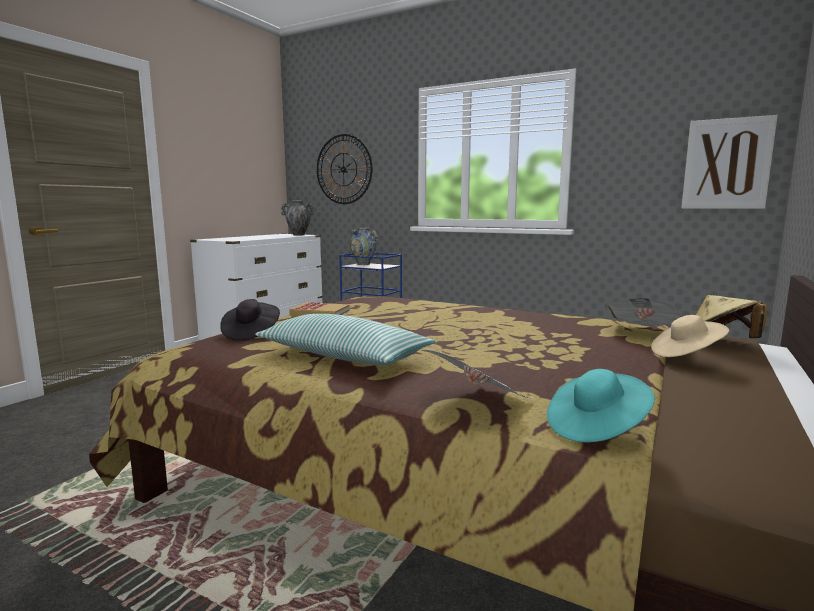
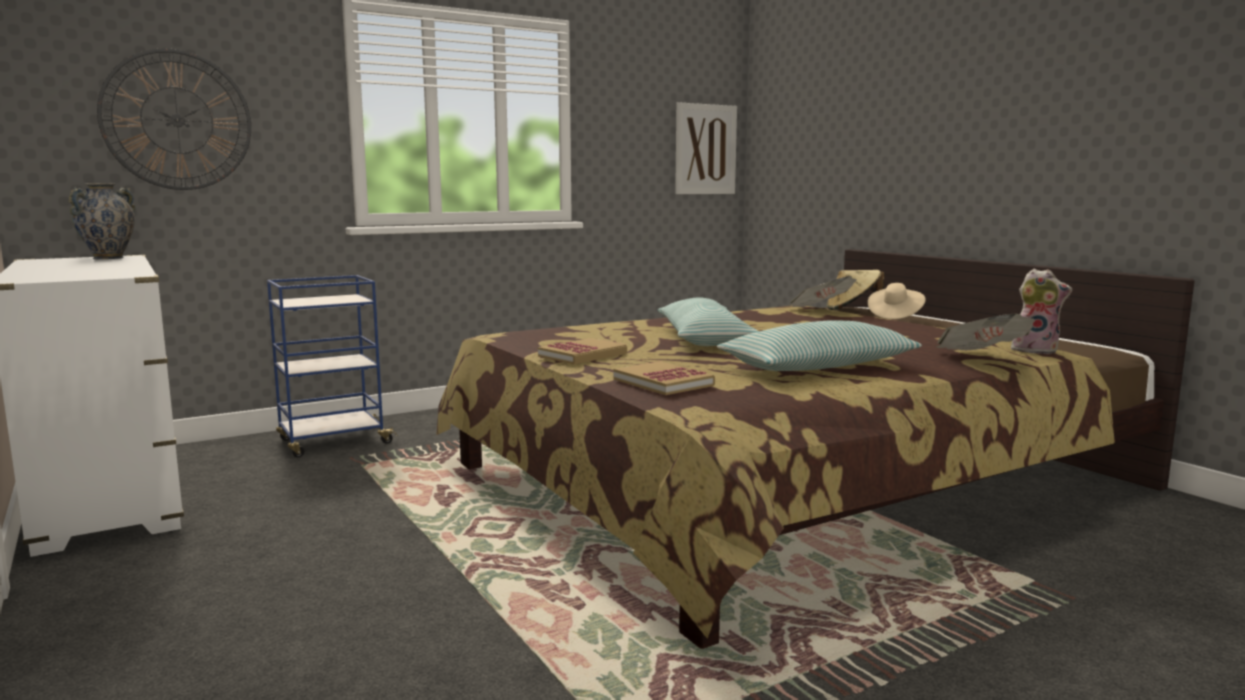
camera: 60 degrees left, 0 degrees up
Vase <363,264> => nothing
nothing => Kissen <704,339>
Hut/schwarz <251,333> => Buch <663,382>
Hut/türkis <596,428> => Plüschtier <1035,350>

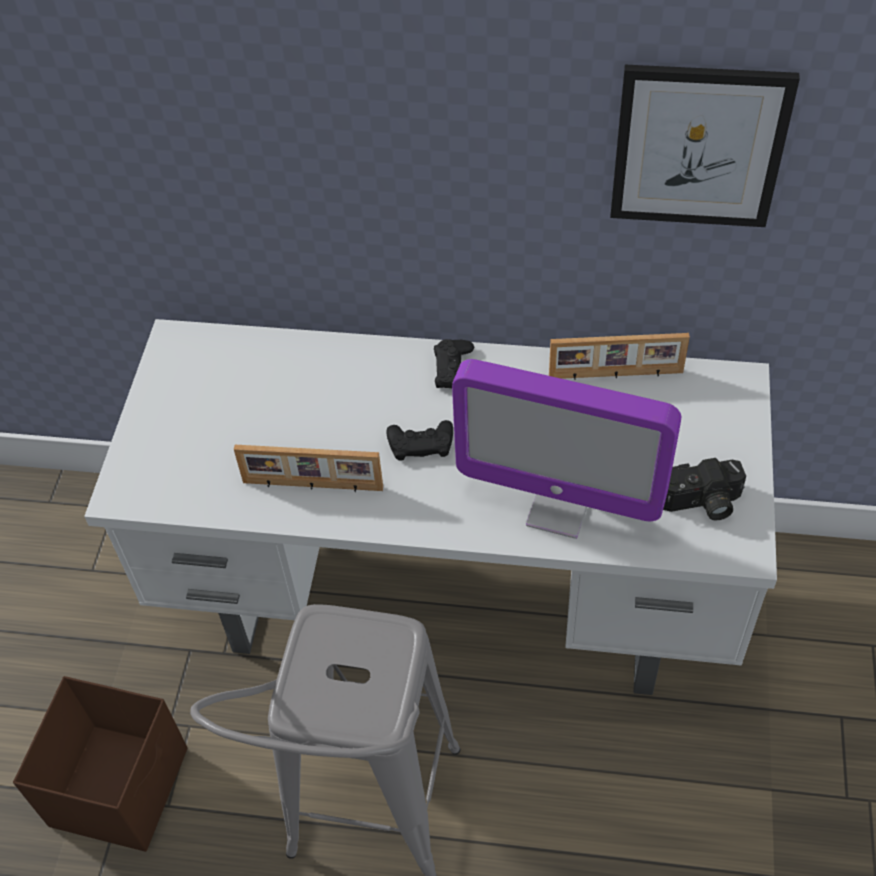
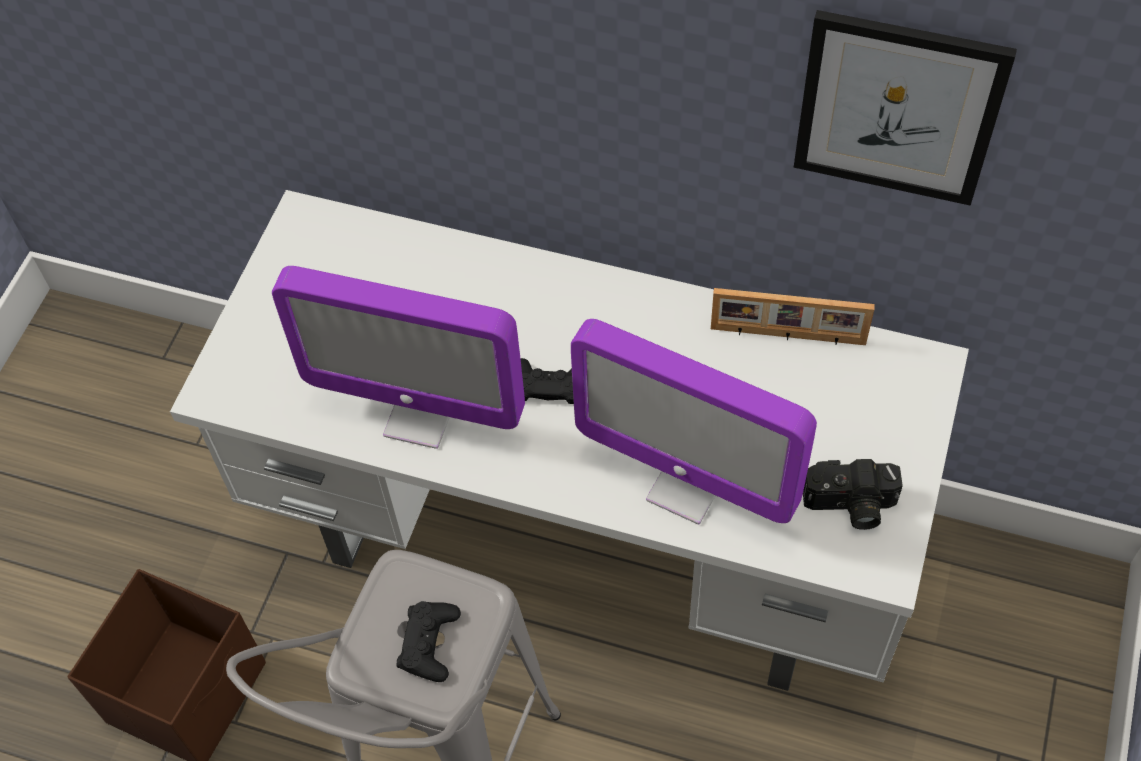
camera: 10 degrees right, 5 degrees up
Gamepad/schwarz <455,370> => Gamepad/schwarz <429,643>, shifted
Bilderrahmen <312,486> => Monitor <420,416>

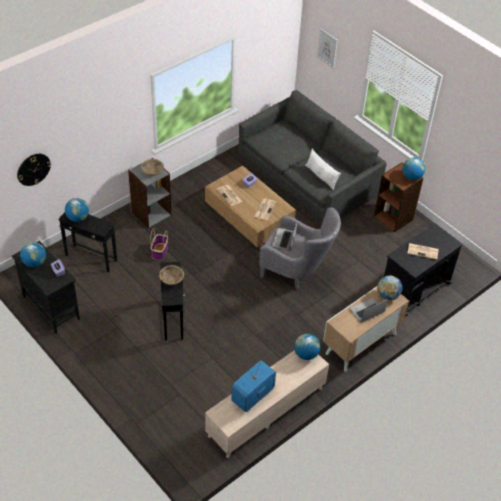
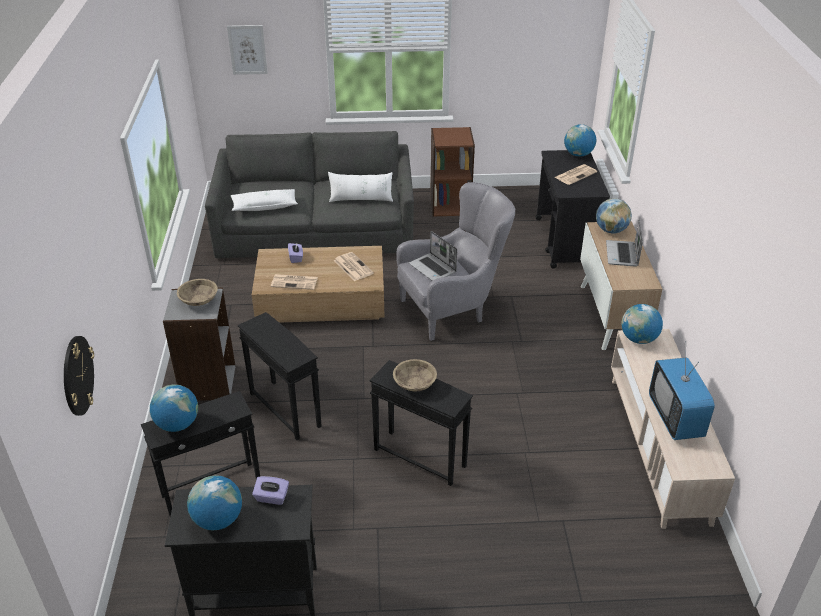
camera: 50 degrees left, 10 degrees down
nothing => Kissen/weiß <264,206>
Globus <411,177> => Globus <578,154>, shifted
Korb <159,251> => Beistelltisch/schwarz <285,409>

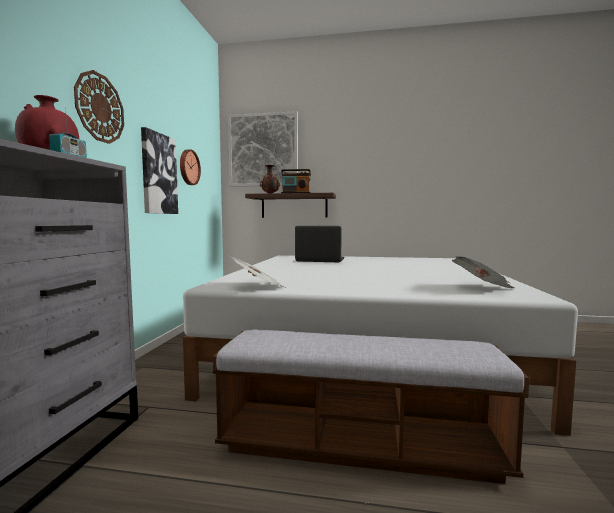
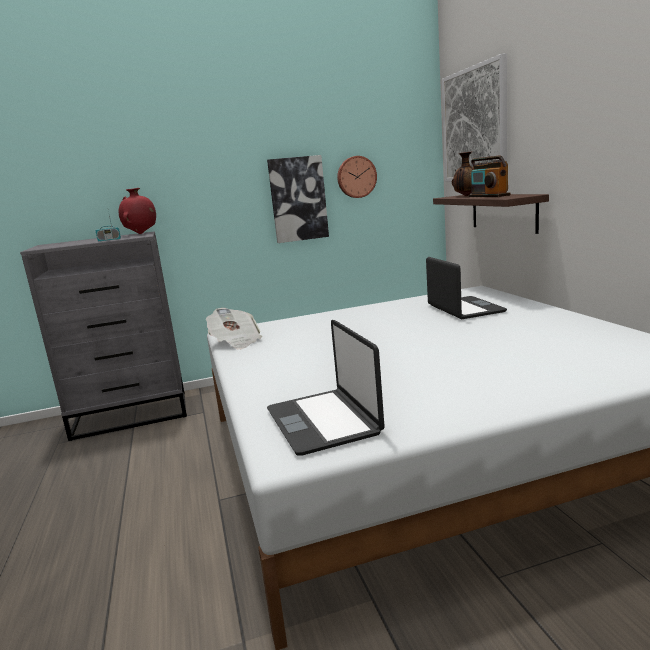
camera: 65 degrees right, 10 degrees up
Wanduhr <99,108> => nothing
Bank <359,445> => nothing
Zeitung <483,288> => Laptop <324,421>

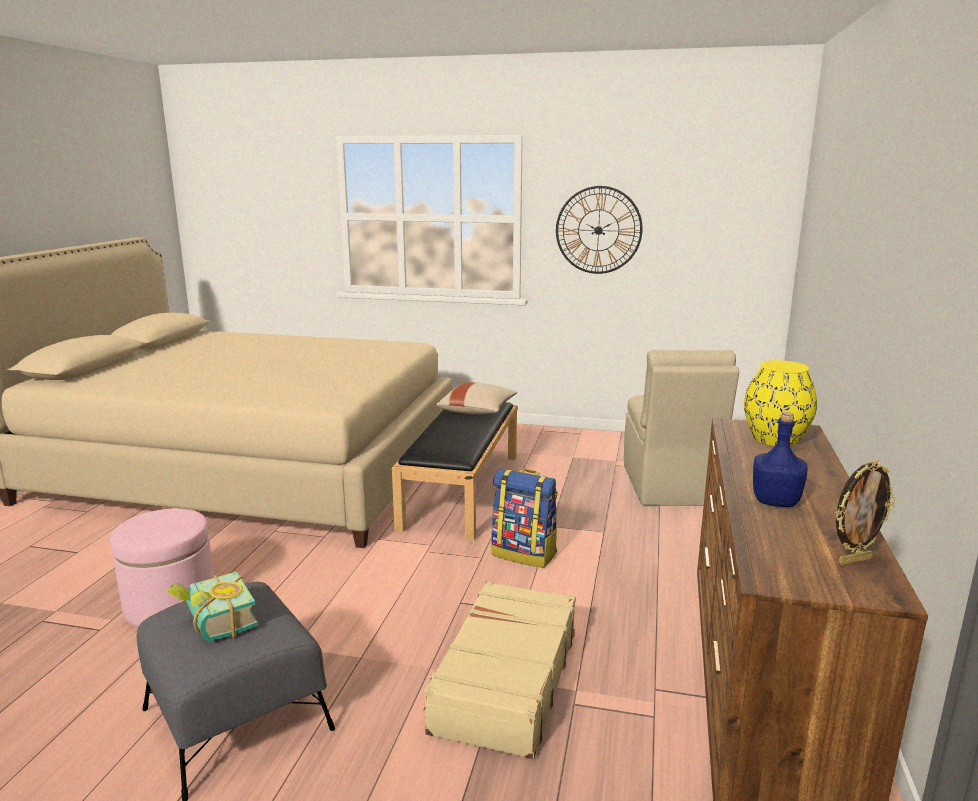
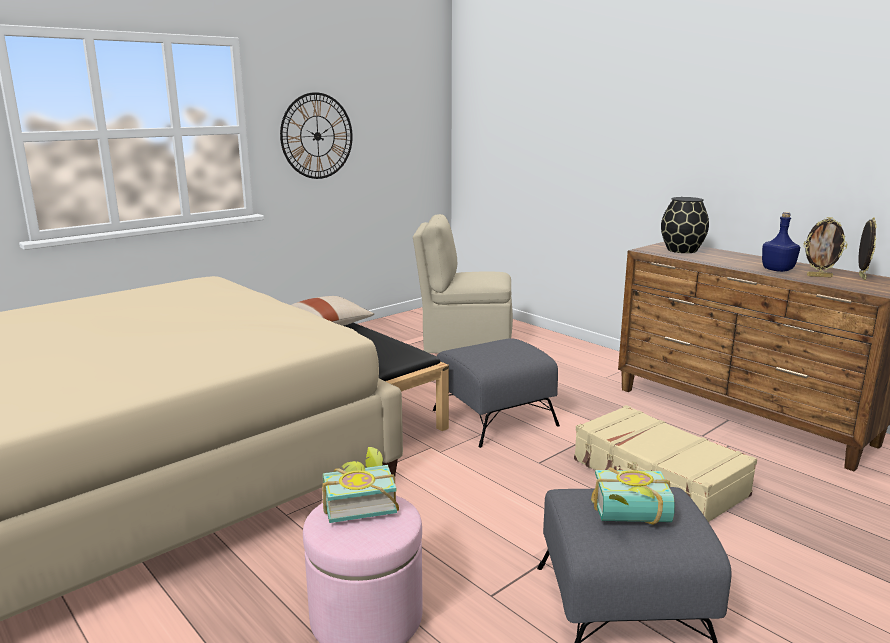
camera: 55 degrees left, 0 degrees up
nothing => Buch <358,503>
nothing => Bilderrahmen <819,276>
Rucksack <525,554> => Polsterhocker/grau <495,417>
Vase/gelb <774,439> => Vase/schwarz <681,250>
Stuhl/beige <669,486> => Stuhl/beige <464,344>, 150 degrees clockwise

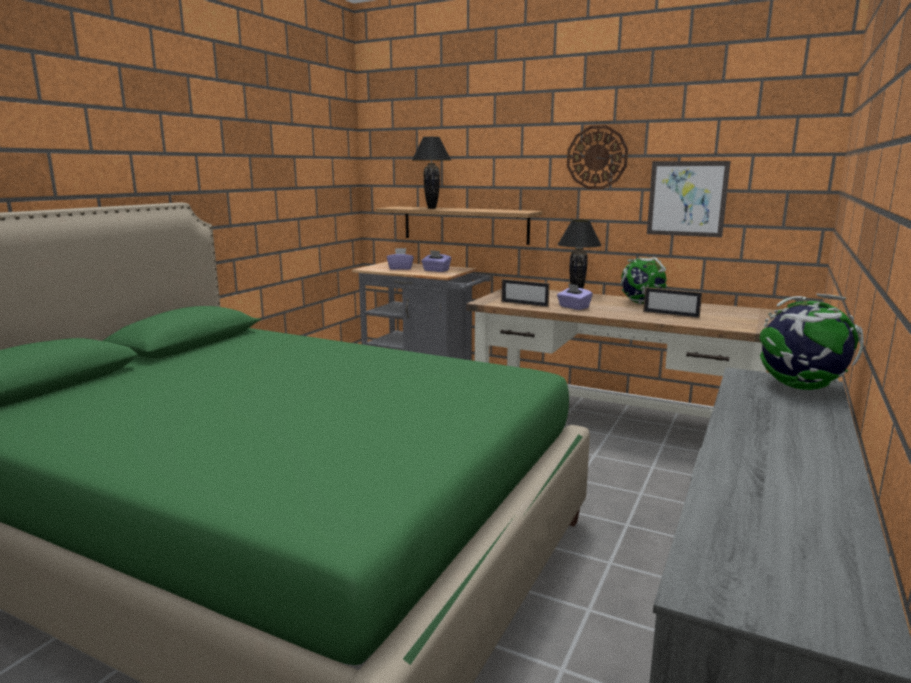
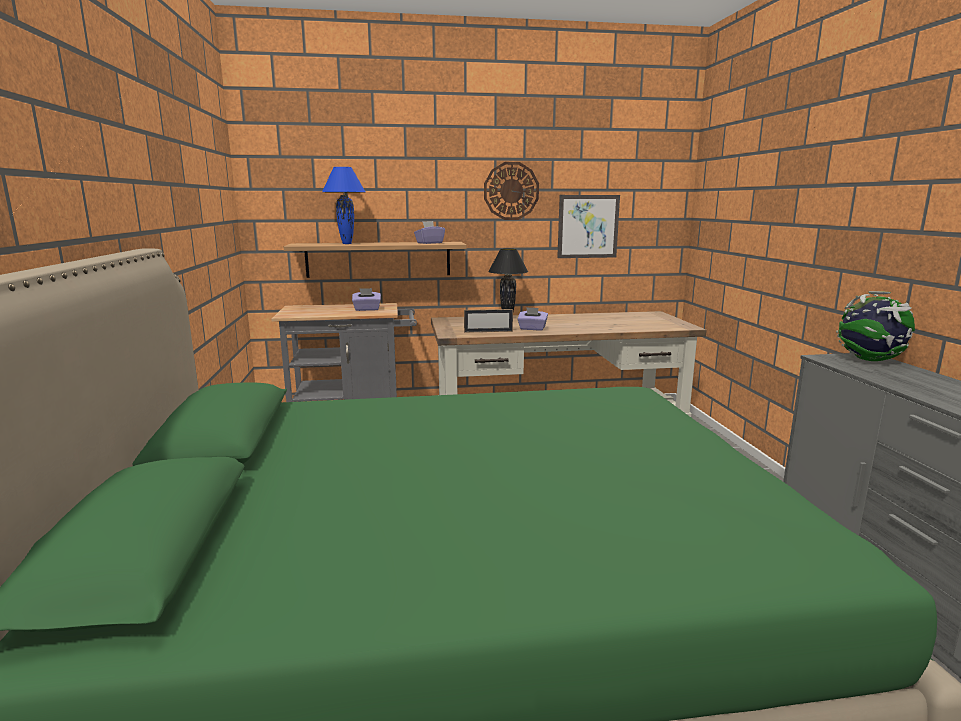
camera: 35 degrees left, 0 degrees up
Globus <641,303> => nothing
Bilderrahmen <670,314> => nothing
Taschentuchbox/lila <400,268> => Taschentuchbox/lila <429,243>, shifted
Tischlampe/schwarz <432,208> => Tischlampe/blau <347,243>

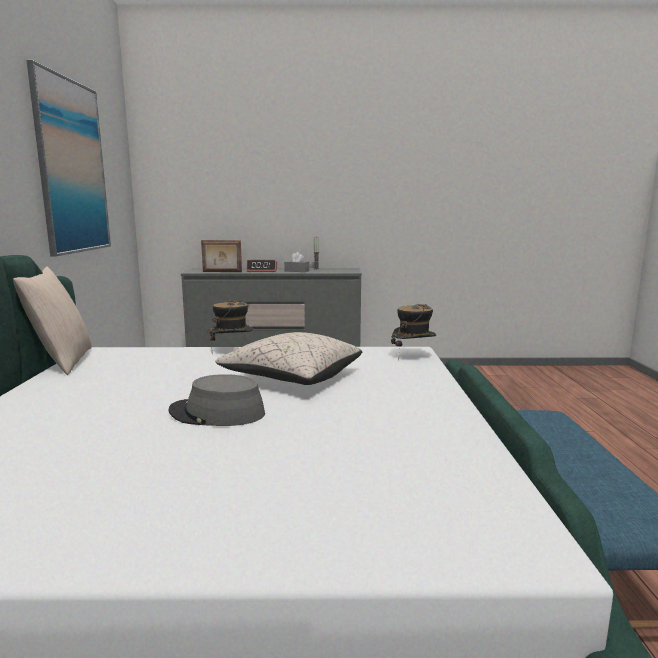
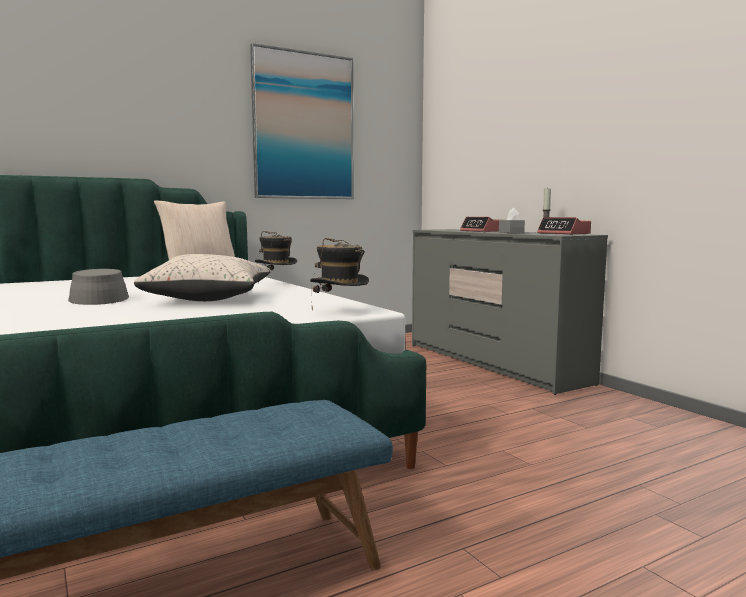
camera: 60 degrees right, 5 degrees down
Bilderrahmen <222,272> => nothing
nothing => Wecker <564,234>

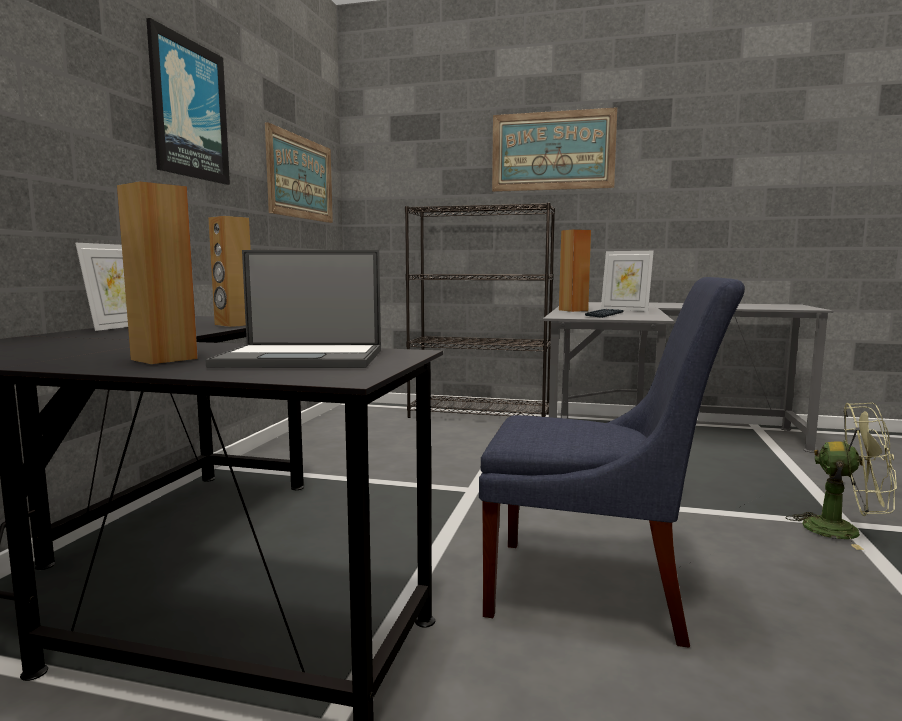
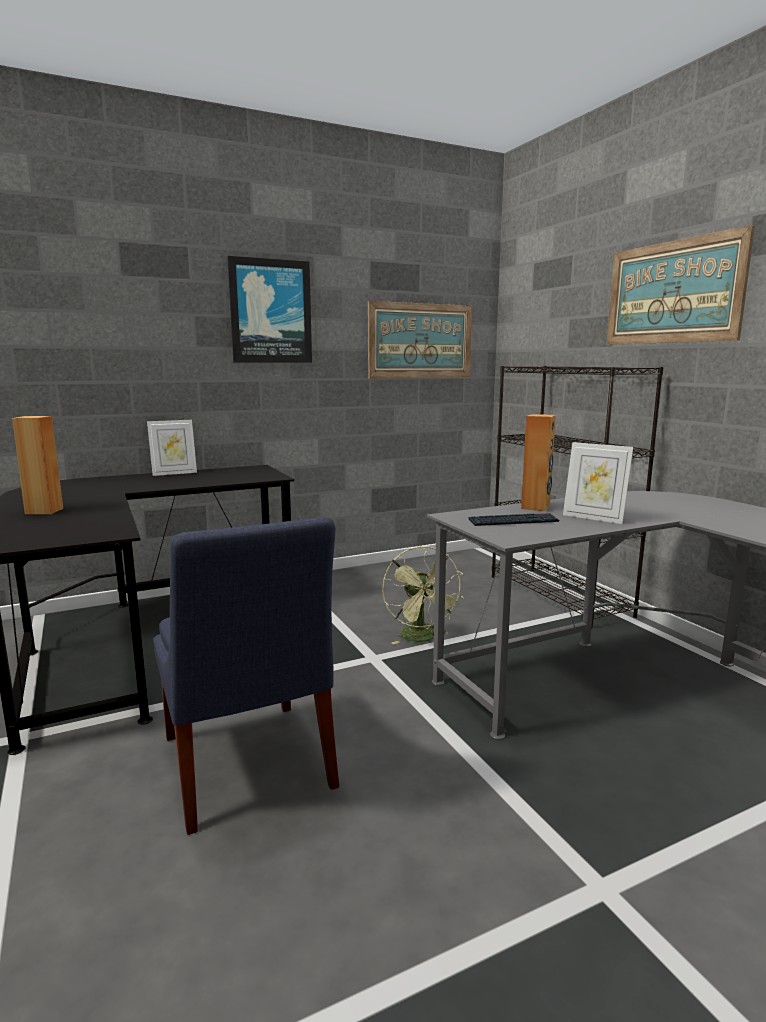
camera: 50 degrees right, 5 degrees up
Laptop <304,358> => nothing
Lautsprecher/braun <234,325> => nothing
Ventilator/grün <844,531> => Ventilator/grün <422,638>, shifted
Bilderrahmen <625,310> => Bilderrahmen <593,518>, 45 degrees counterclockwise

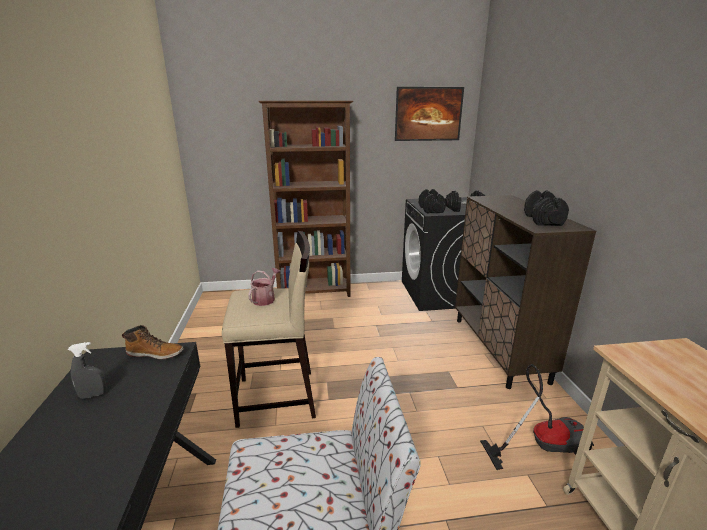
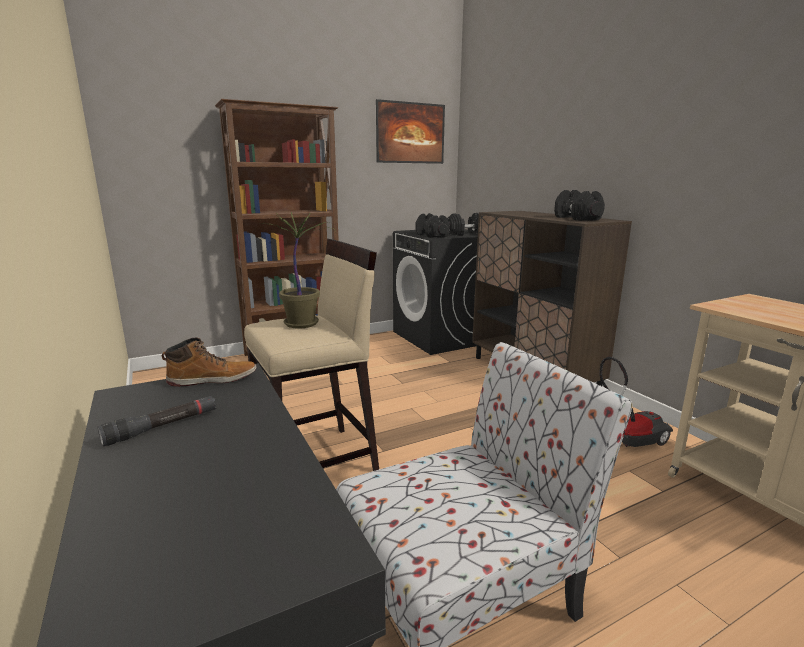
camera: 20 degrees left, 5 degrees down
Sprühflasche/grau <93,395> => Taschenlampe/schwarz <162,427>
Gießkanne <265,299> => Topfpflanze <303,324>

